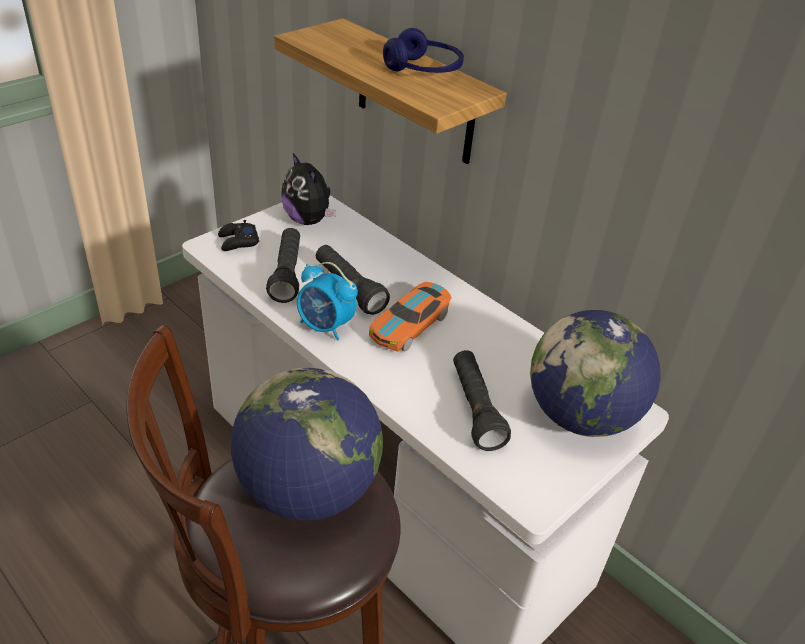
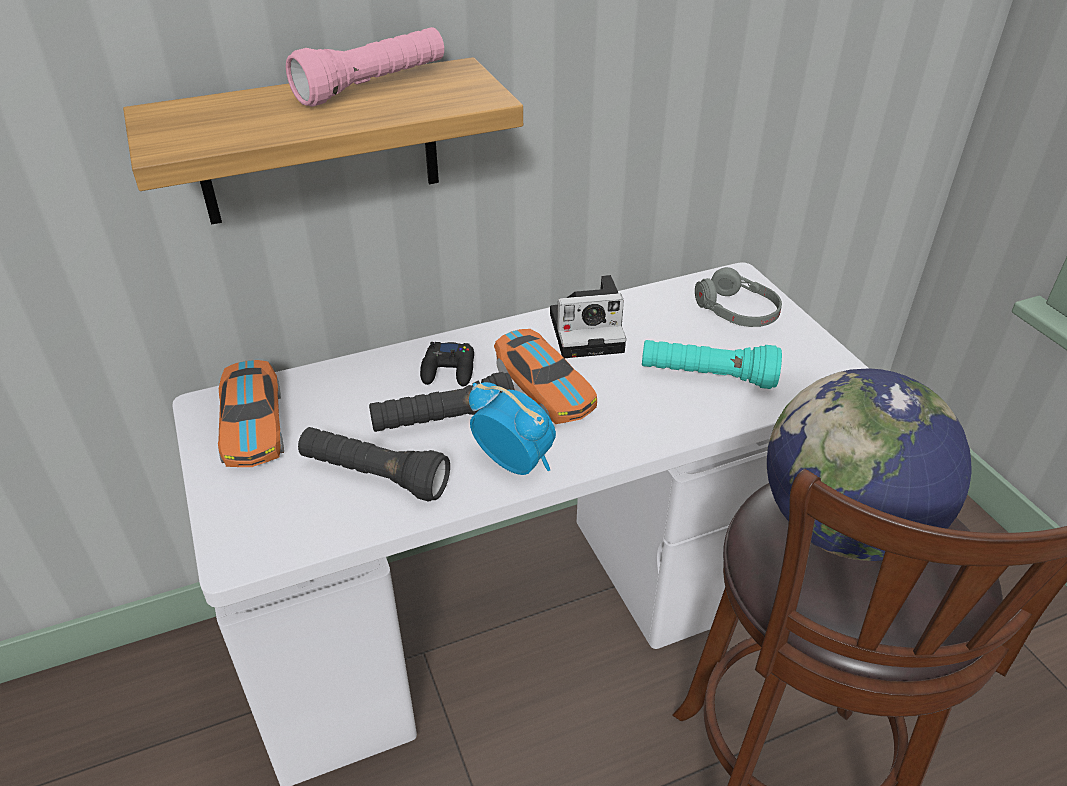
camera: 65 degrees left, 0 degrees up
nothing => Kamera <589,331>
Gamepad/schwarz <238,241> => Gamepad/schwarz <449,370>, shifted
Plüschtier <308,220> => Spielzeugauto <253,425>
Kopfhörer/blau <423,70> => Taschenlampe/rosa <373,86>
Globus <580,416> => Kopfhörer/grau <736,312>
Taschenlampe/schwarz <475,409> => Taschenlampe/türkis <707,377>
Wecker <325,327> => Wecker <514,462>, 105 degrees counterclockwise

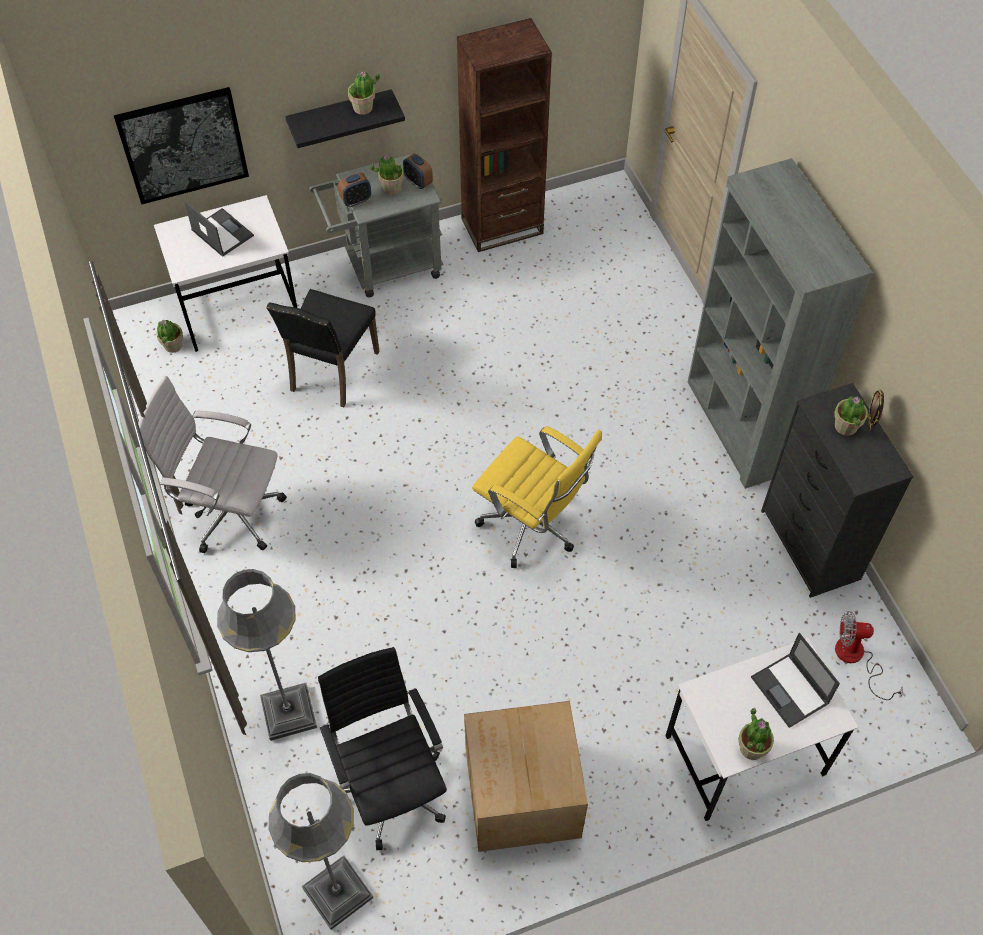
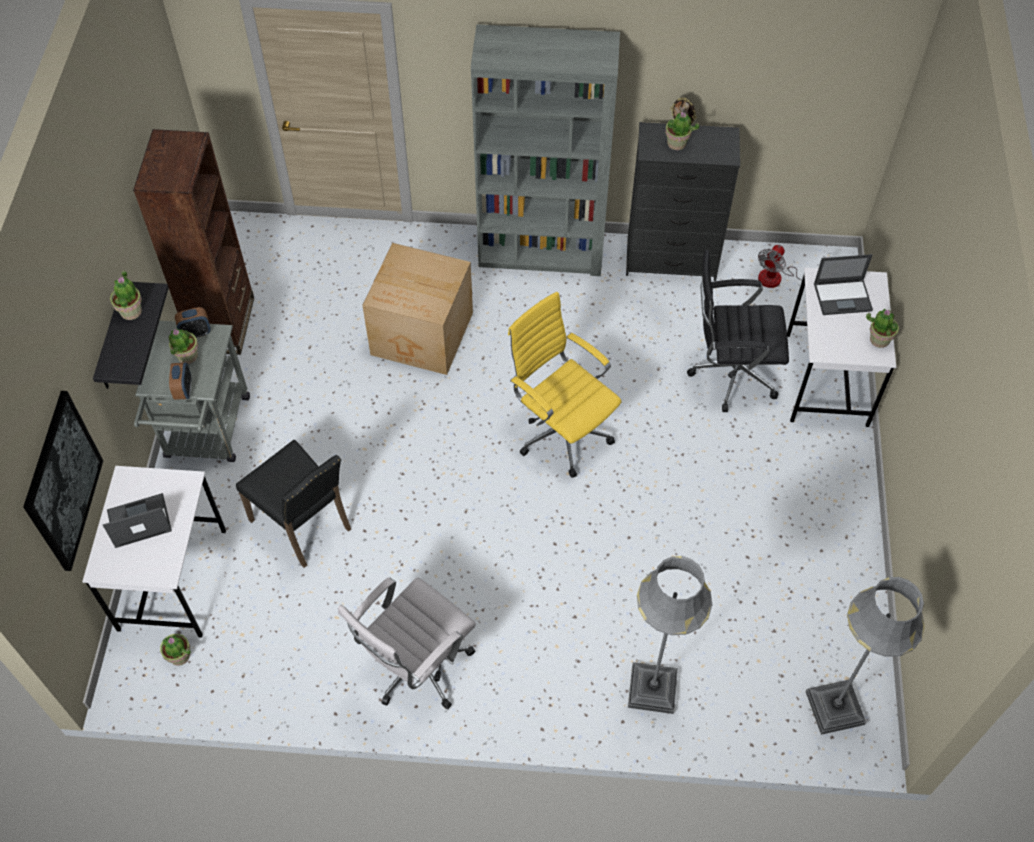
camera: 65 degrees left, 0 degrees up
Bürostuhl/schwarz <391,786> => Bürostuhl/schwarz <729,375>, shifted
Karton <521,796> => Karton <423,335>, shifted
Bürostuhl/gelb <533,527> => Bürostuhl/gelb <561,432>, 105 degrees counterclockwise

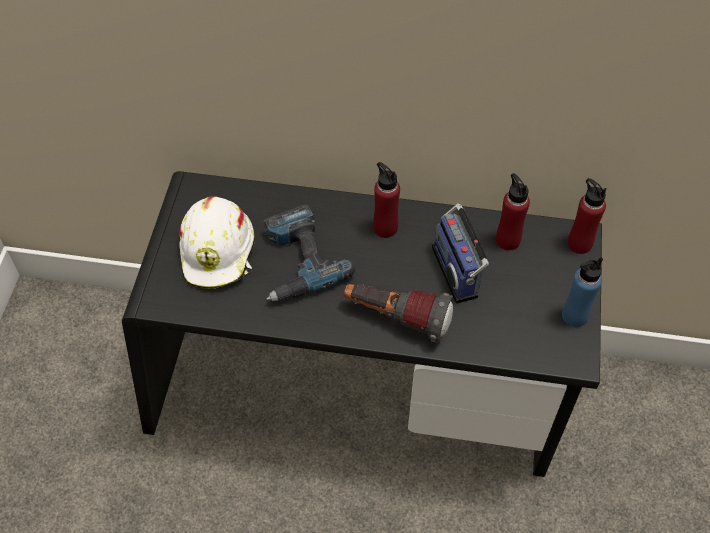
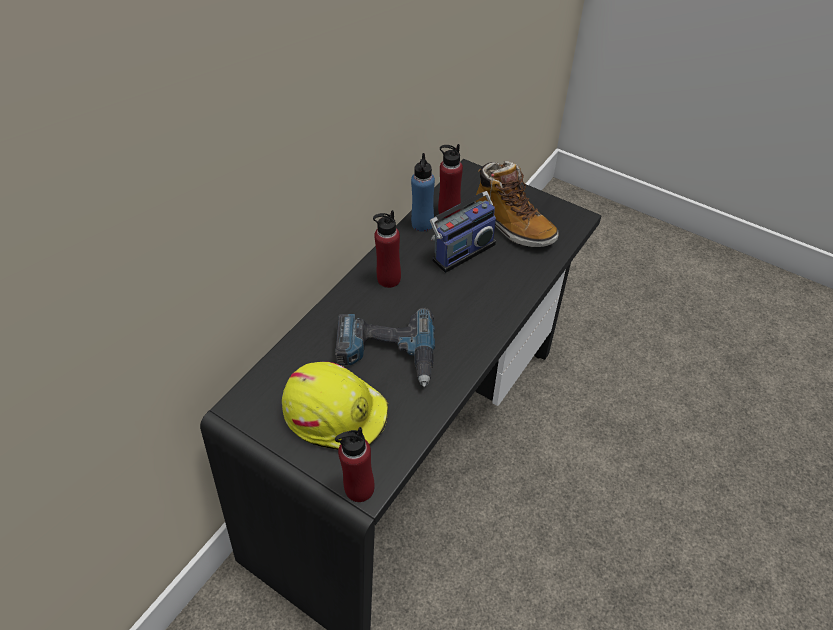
camera: 65 degrees left, 5 degrees down
Taschenlampe <396,318> => nothing
nothing => Stiefel <512,225>
Flasche/blau <574,316> => Flasche/blau <422,224>, shifted
Flasche/rot <579,244> => Flasche/rot <359,488>, shifted
Schutzhelm/weiß <219,252> => Schutzhelm/gelb <336,412>
Radio <458,271> => Radio <461,250>, 45 degrees counterclockwise

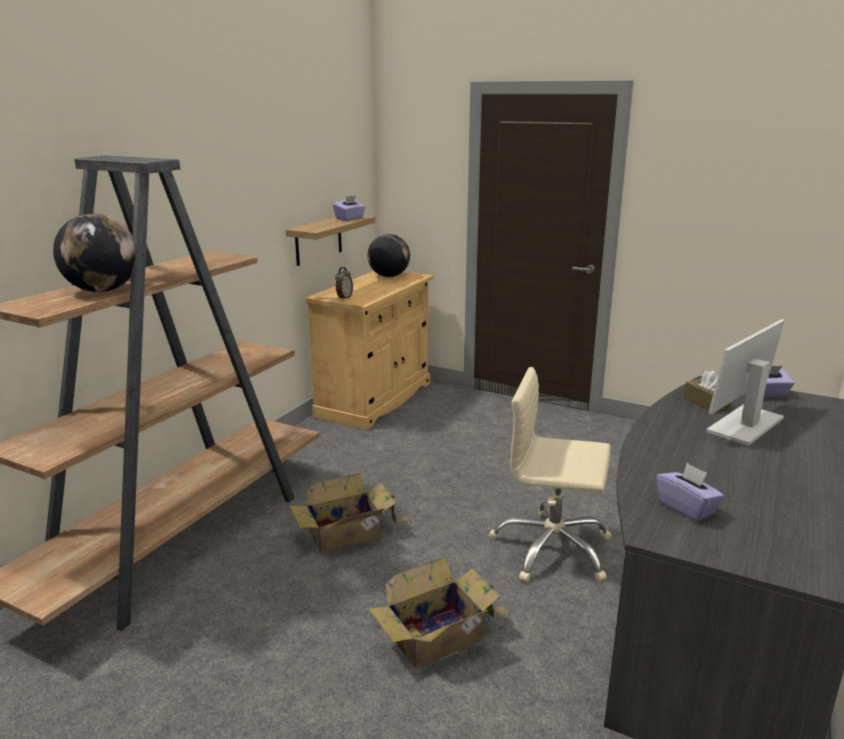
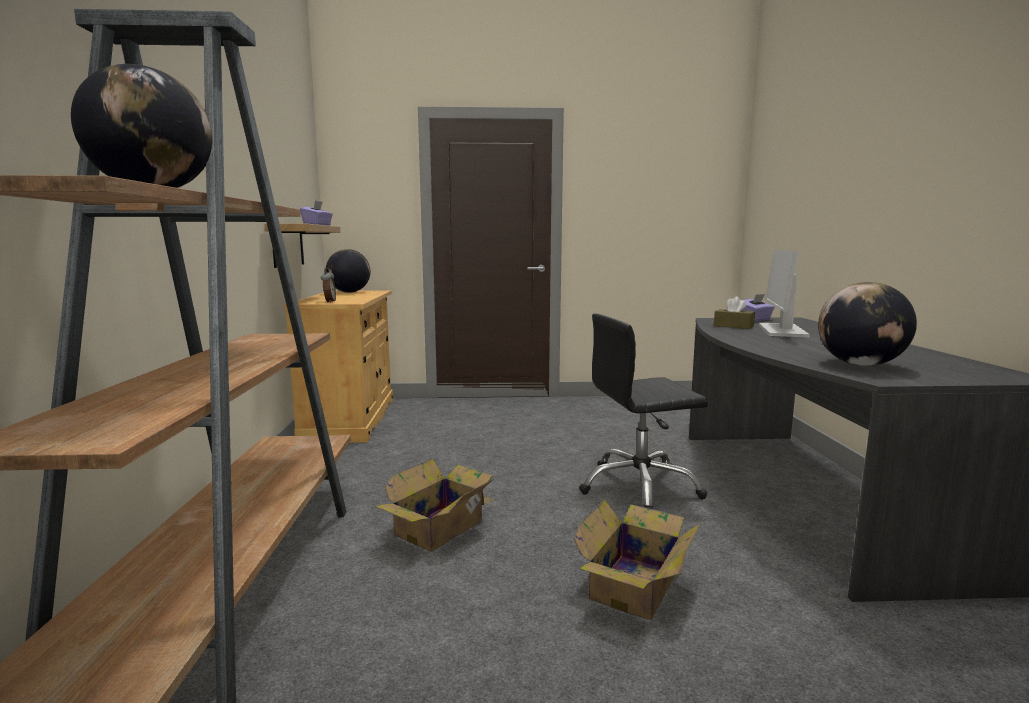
camera: 30 degrees left, 10 degrees down
Taschentuchbox/lila <686,508> => Globus <860,364>
Bürostuhl/beige <552,549> => Bürostuhl/schwarz <639,487>

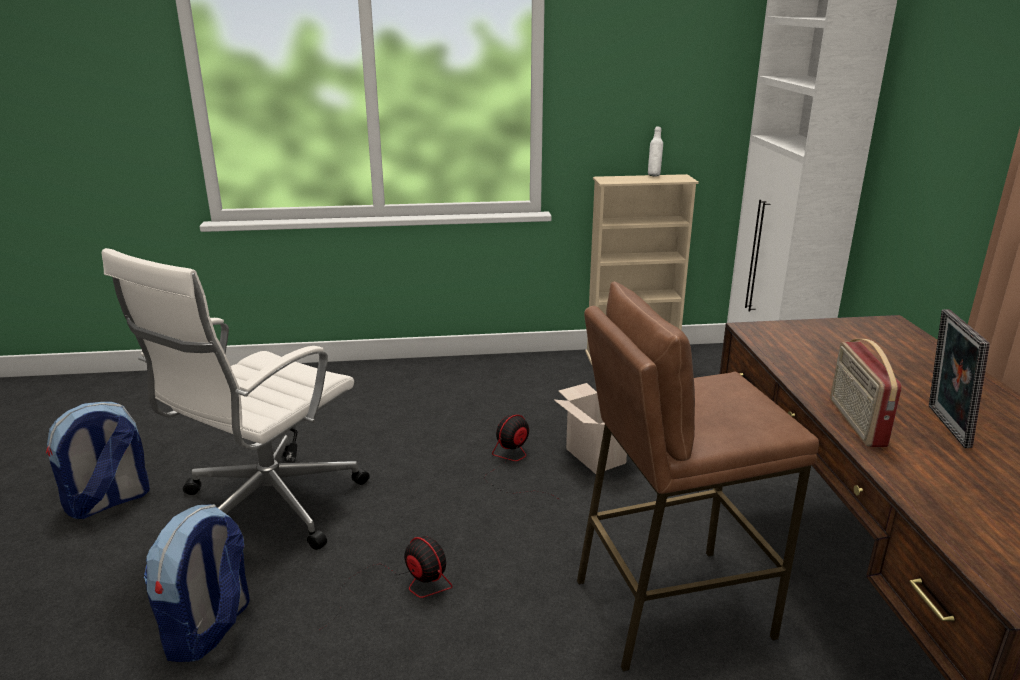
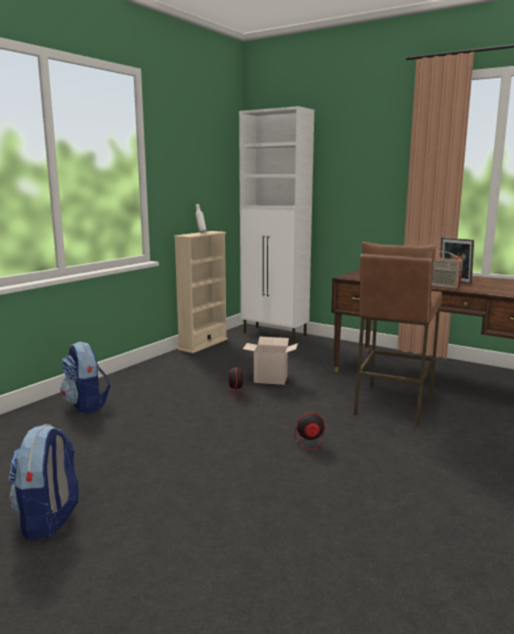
camera: 50 degrees left, 10 degrees down
Bürostuhl/weiß <266,507> => nothing
Rucksack <209,629> => Rucksack <86,405>, shifted

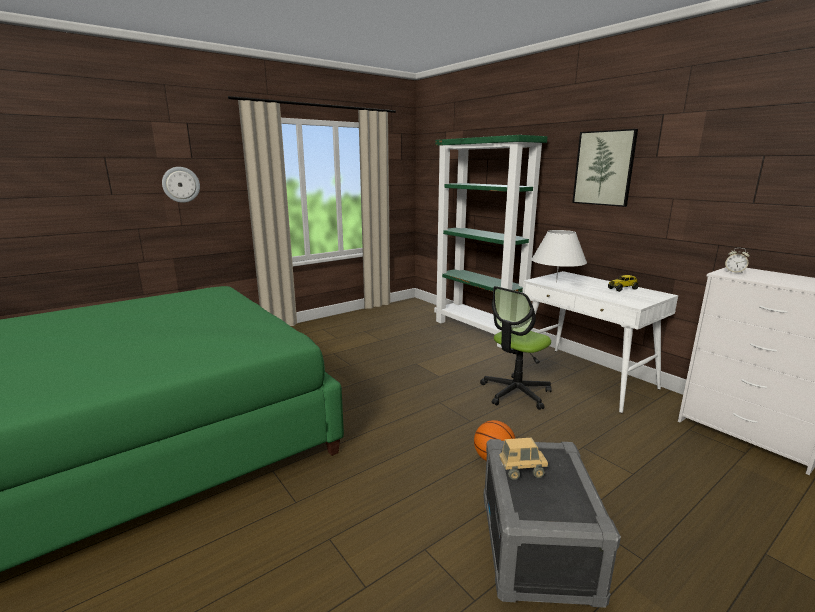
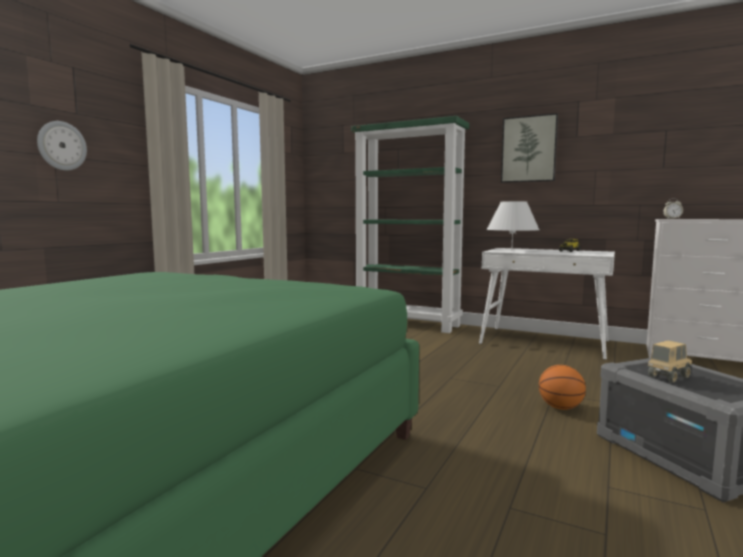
camera: 25 degrees left, 10 degrees down
Bürostuhl <515,393> => nothing

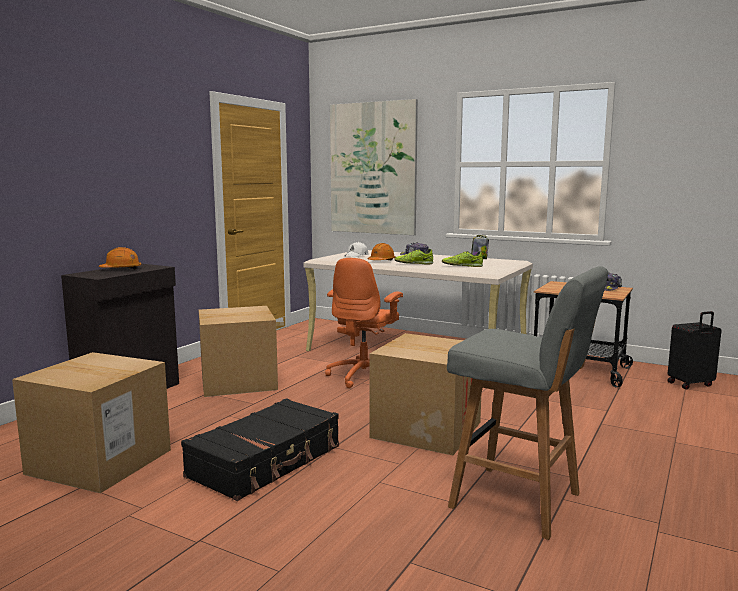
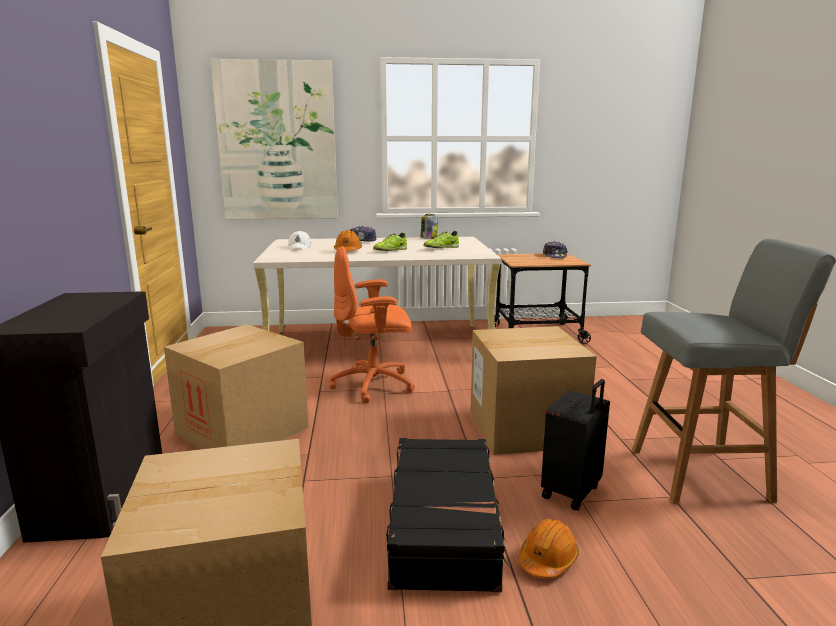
camera: 35 degrees left, 5 degrees up
Schutzhelm/orange <121,269> => Schutzhelm/orange <547,559>, shifted
Koffer/schwarz <691,384> => Koffer/schwarz <572,492>, shifted
Bürostuhl/orange <364,376> => Bürostuhl/orange <374,385>, 90 degrees clockwise

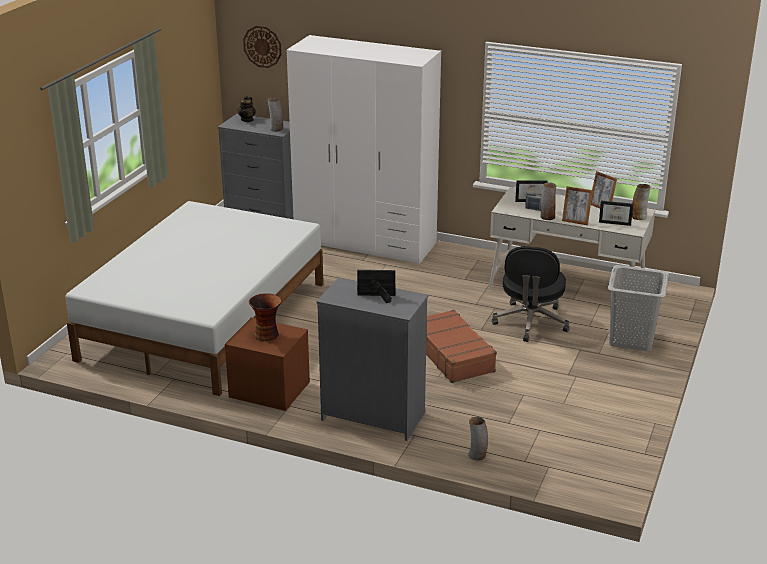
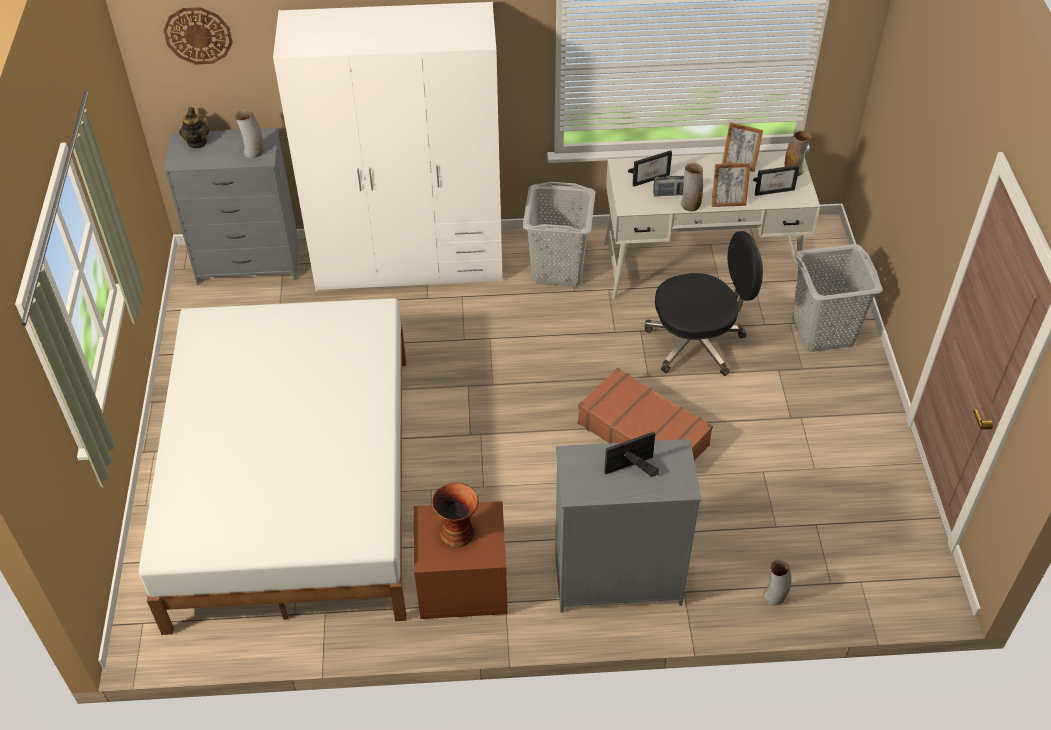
camera: 25 degrees left, 20 degrees up
nothing => Wäschekorb/grau <558,268>
Bürostuhl/schwarz <530,322> => Bürostuhl/schwarz <697,343>, 90 degrees counterclockwise

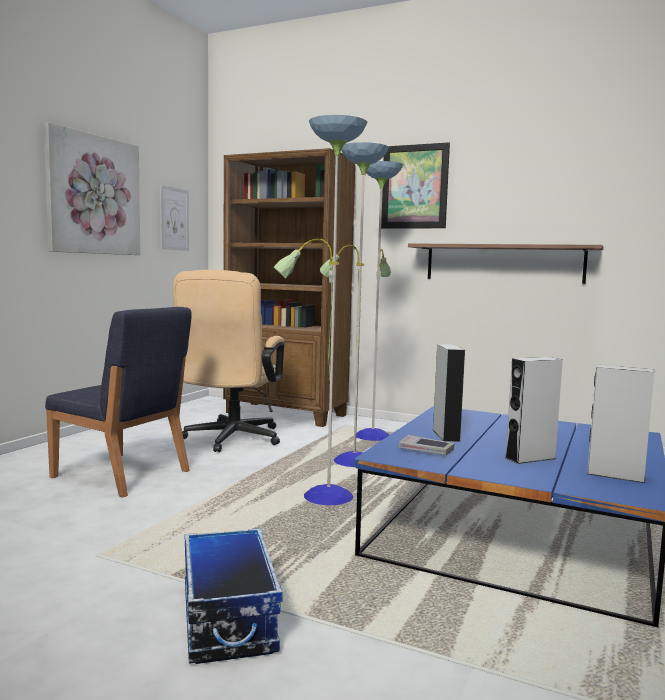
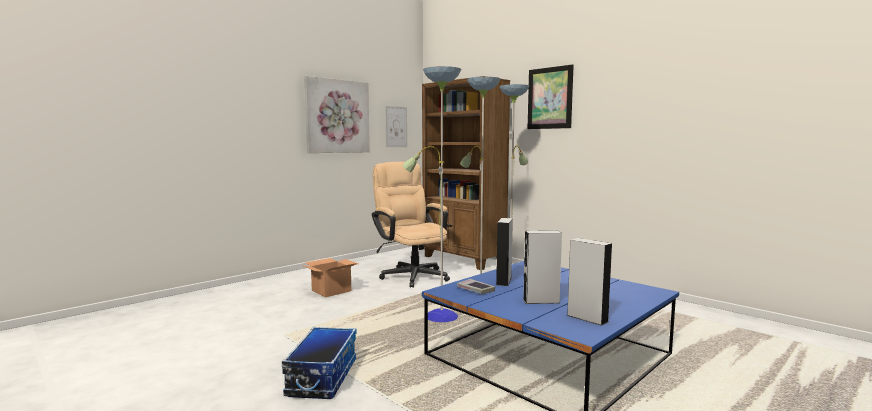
camera: 20 degrees right, 0 degrees up
Wandregal <503,263> => nothing
Stuhl/blau <122,474> => Karton <331,291>
Bürostuhl/beige <230,440> => Bürostuhl/beige <411,275>, 120 degrees clockwise

